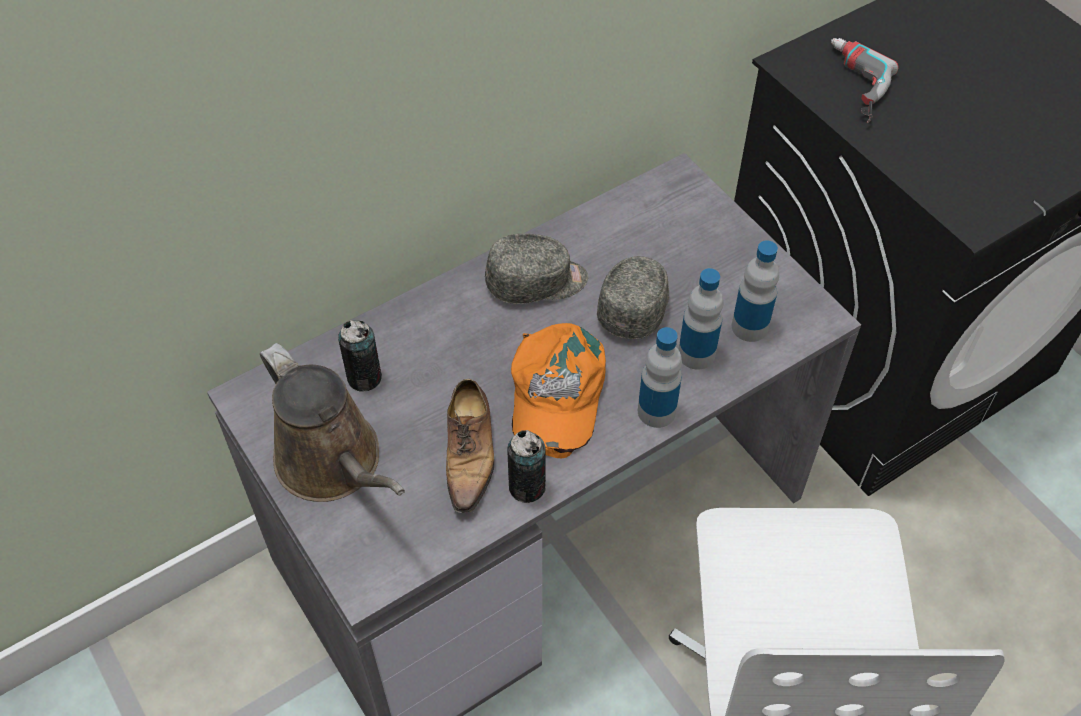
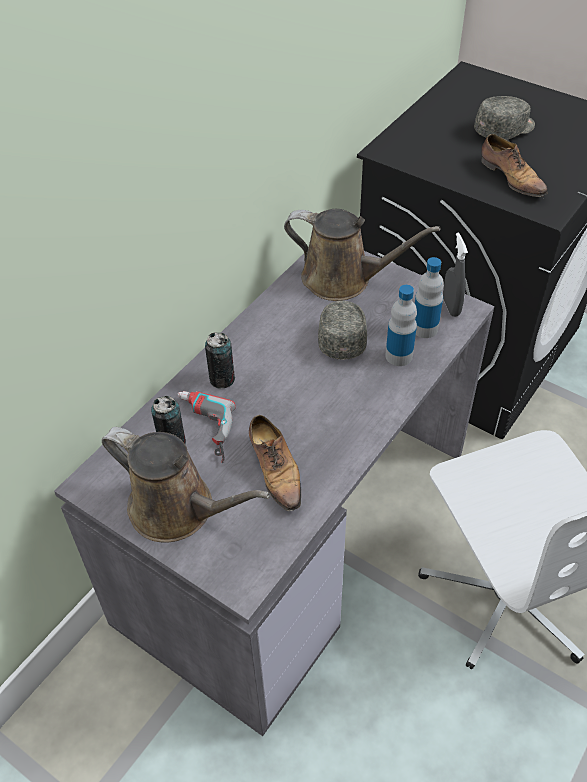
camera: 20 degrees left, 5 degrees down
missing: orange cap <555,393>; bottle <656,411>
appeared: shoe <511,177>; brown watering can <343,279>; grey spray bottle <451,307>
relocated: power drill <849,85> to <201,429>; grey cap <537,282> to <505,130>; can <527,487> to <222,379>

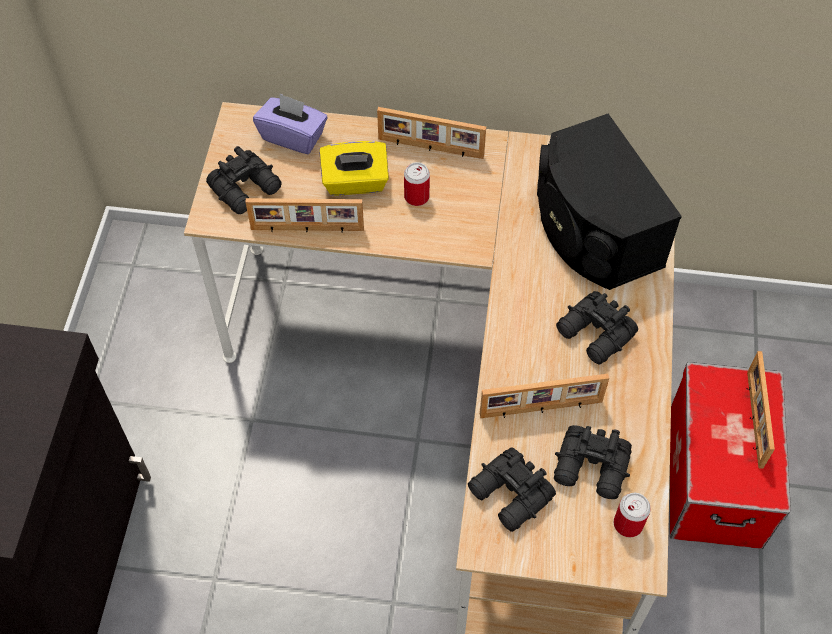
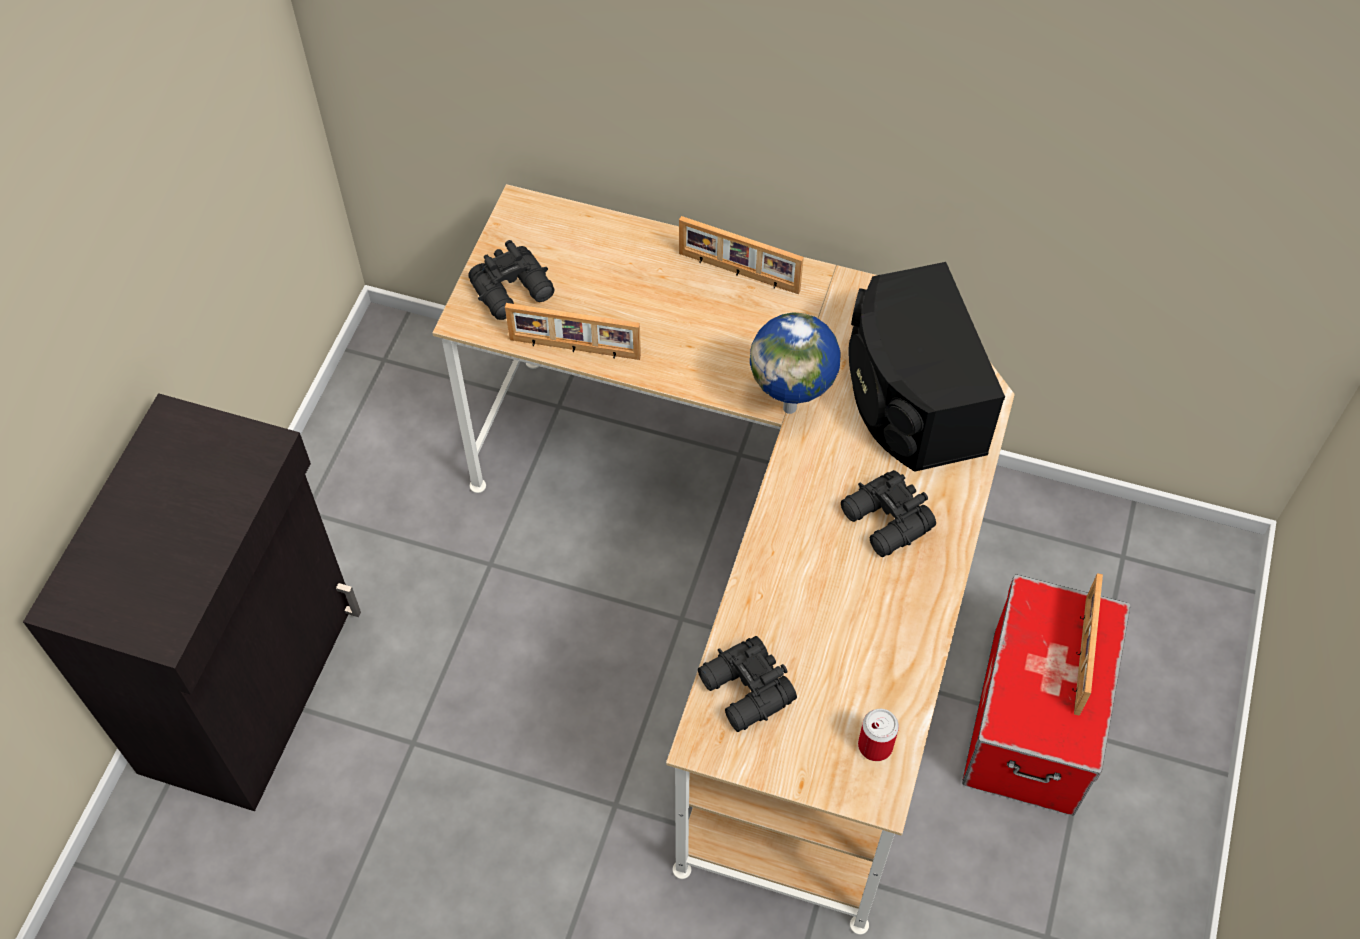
camera: 10 degrees right, 0 degrees up
missing: purple tissue box <293,136>; yellow tissue box <355,182>; can <416,197>; picture frame <541,409>; black binoculars <592,469>
appeared: globe <791,407>

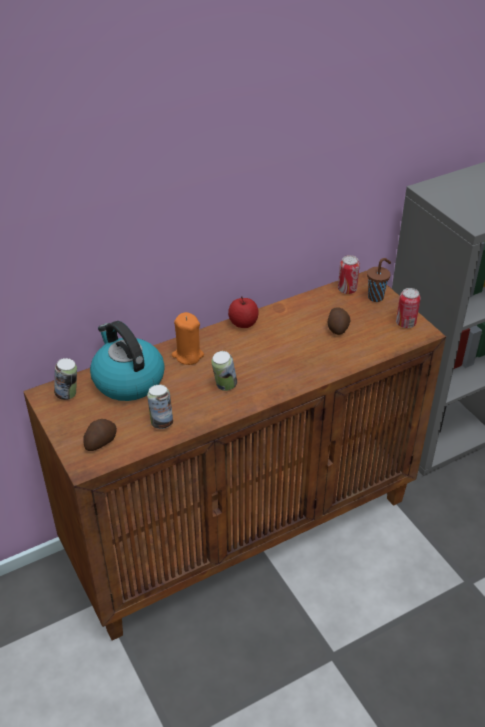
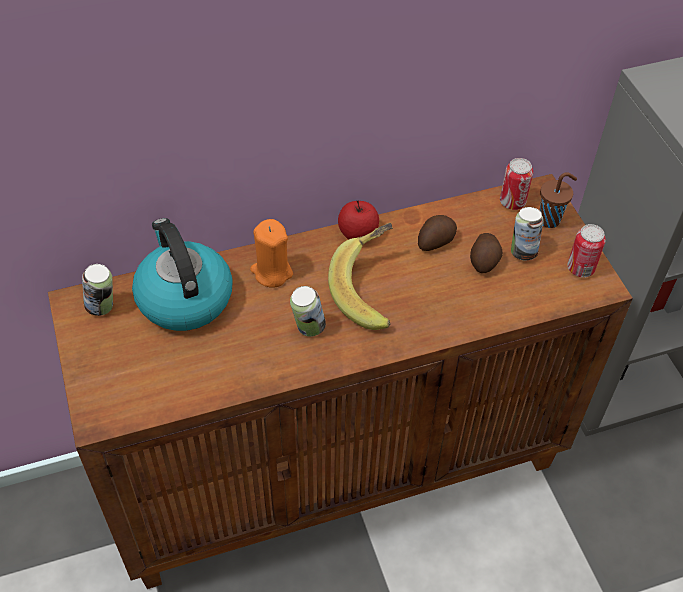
camera: 10 degrees right, 10 degrees up
appeared: banana <372,290>
relocated: can <161,422> to <522,252>; potato <100,441> to <435,241>

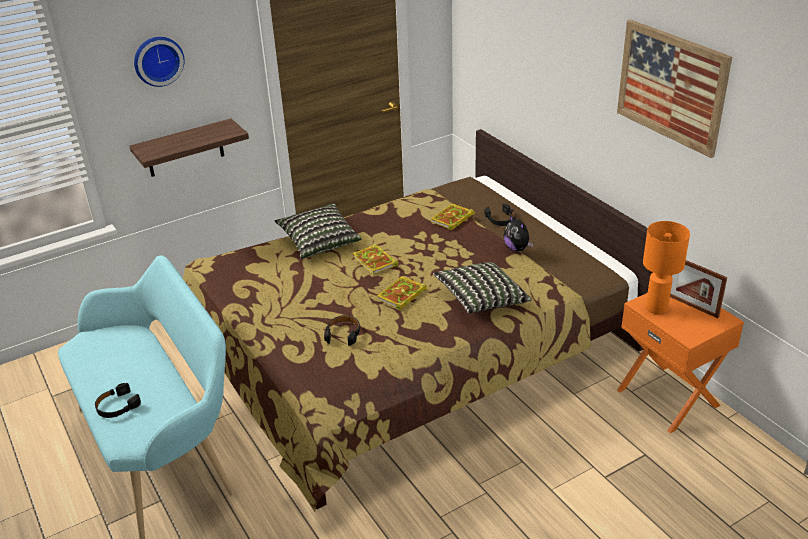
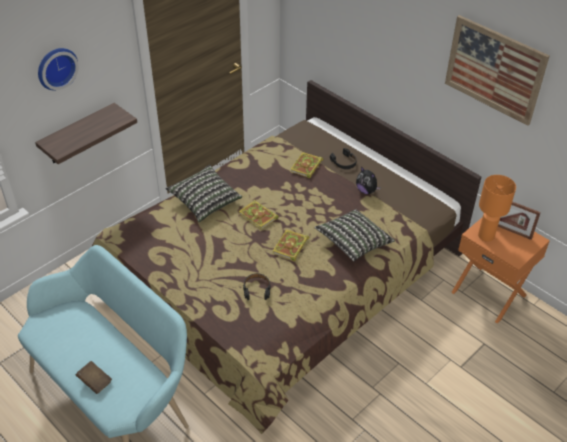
camera: 15 degrees left, 10 degrees up
exchanged: black headphones <117,406> to brown book <95,382>

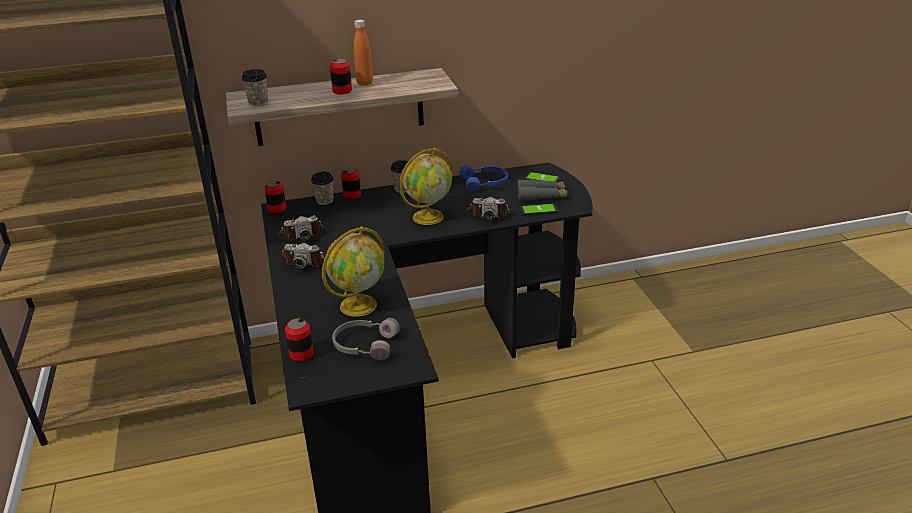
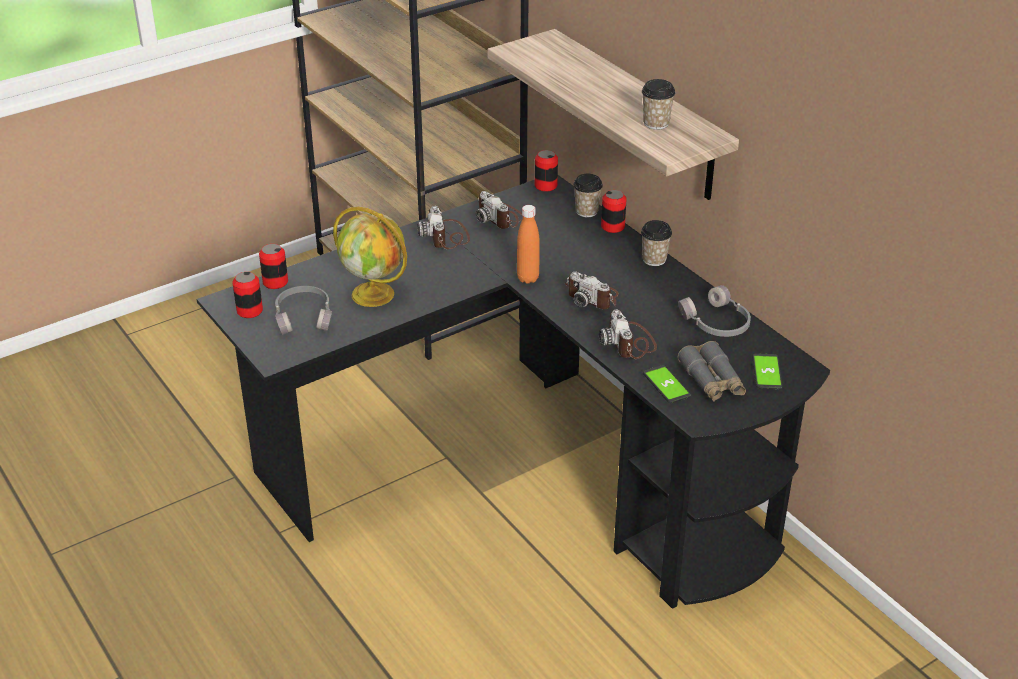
camera: 70 degrees right, 5 degrees up
relocated: orange bottle <365,83> to <528,278>; can <342,91> to <249,311>; cup <258,102> to <656,123>
exchanged: globe <428,216> to photo camera <592,297>
colour: blue headphones <485,183> to grey headphones <716,323>

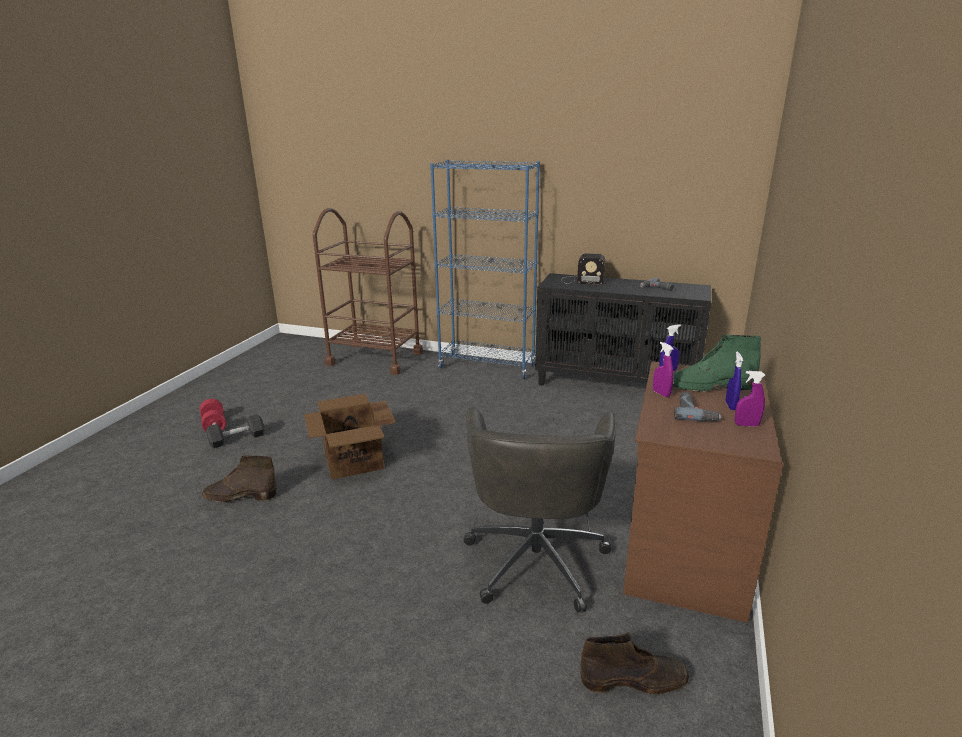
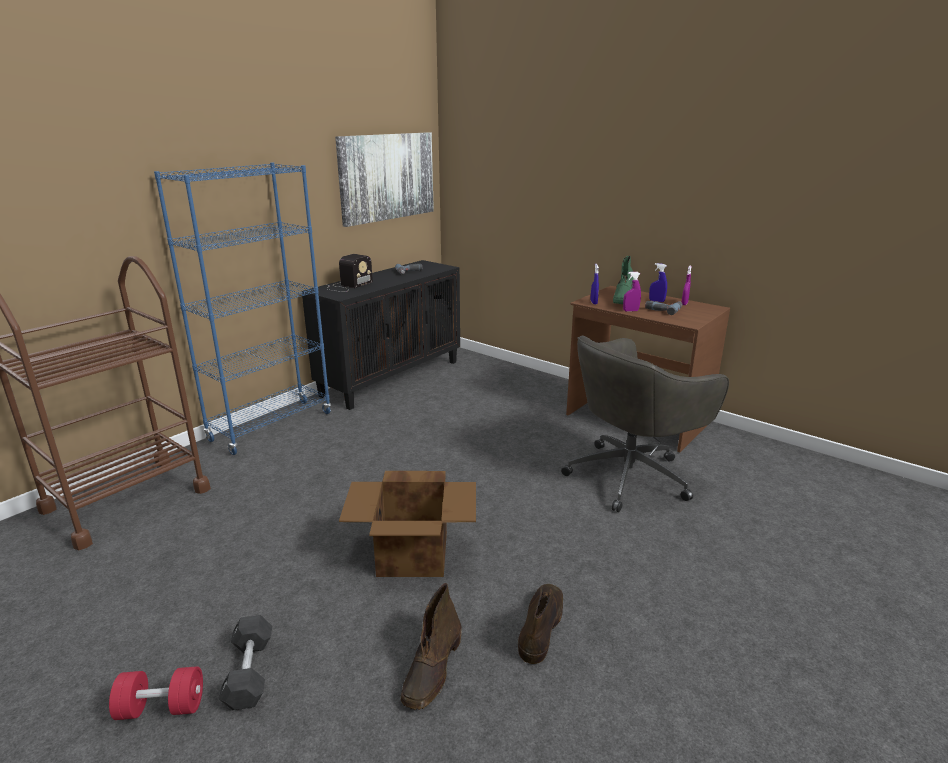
camera: 70 degrees left, 0 degrees up
appeared: picture <387,177>
relocated: brown boot <634,680> to <541,626>
spun: grey office chair <536,557> = <631,475> 120 degrees clockwise

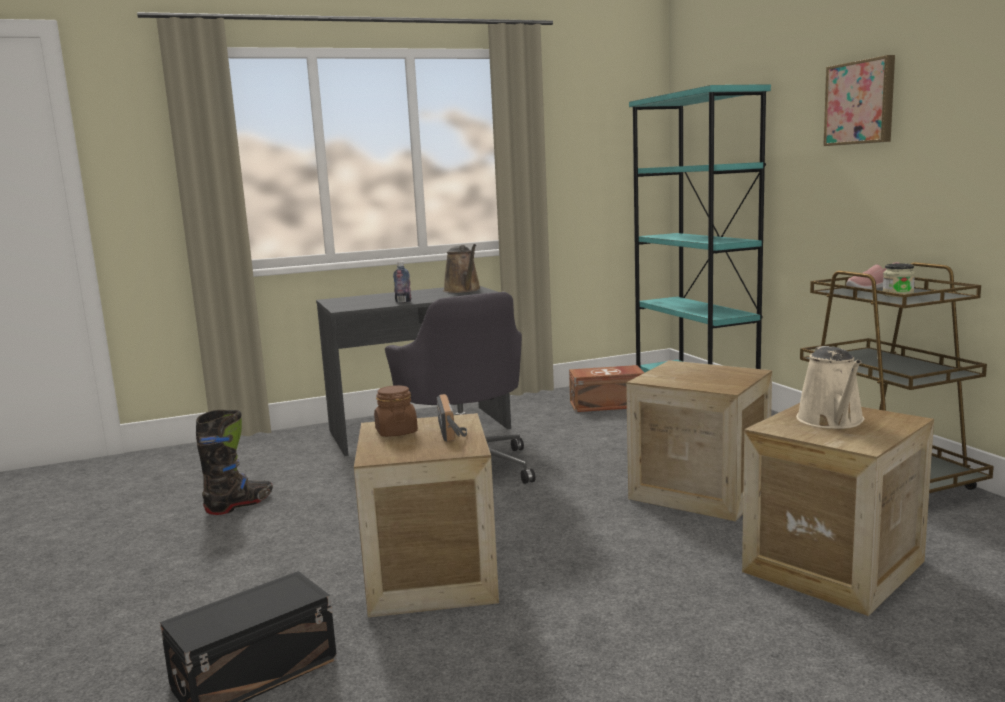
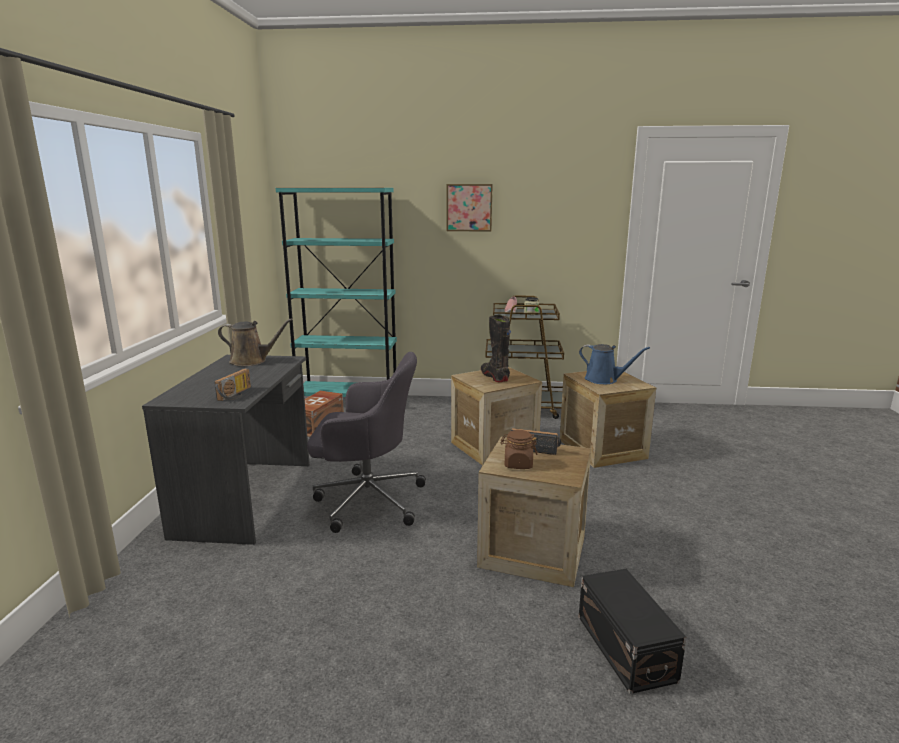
camera: 65 degrees left, 5 degrees up
missing: bottle <403,301>
appeared: radio <236,394>
relocated: black boot <240,504> to <495,377>
colour: beige watering can <832,421> to blue watering can <604,380>

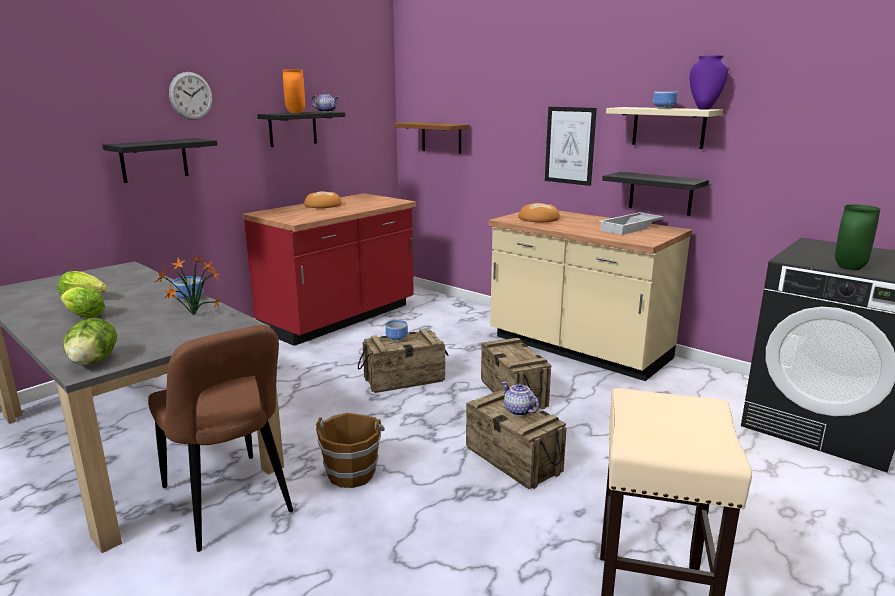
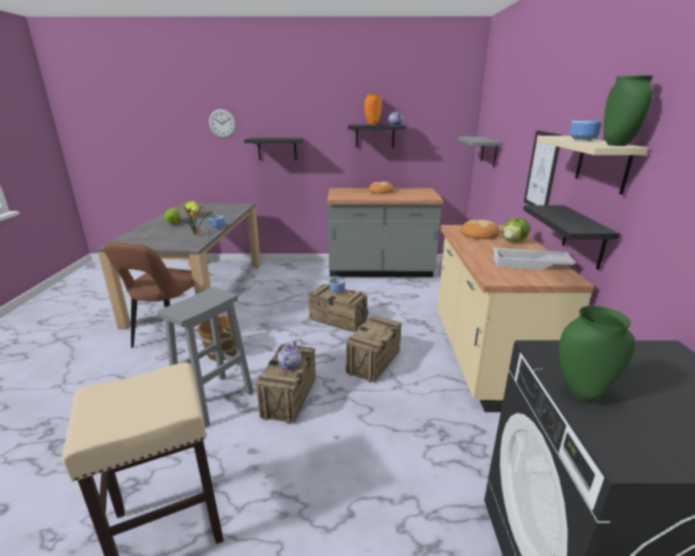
camera: 50 degrees right, 5 degrees up
appeared: grey stool <215,399>
relocated: wall clock <191,96> to <222,123>; lettuce <93,362> to <513,241>
colour: purple vase <704,109> to green vase <616,145>; brown shelf <441,137> to grey shelf <489,151>; red counter <340,318> to grey counter <380,270>

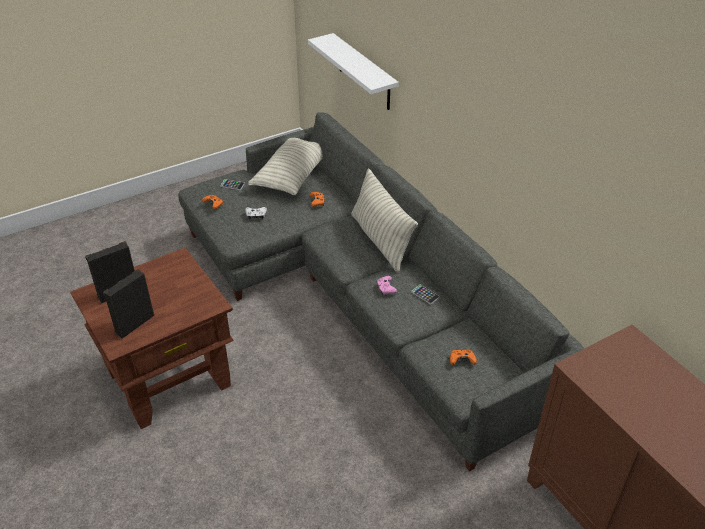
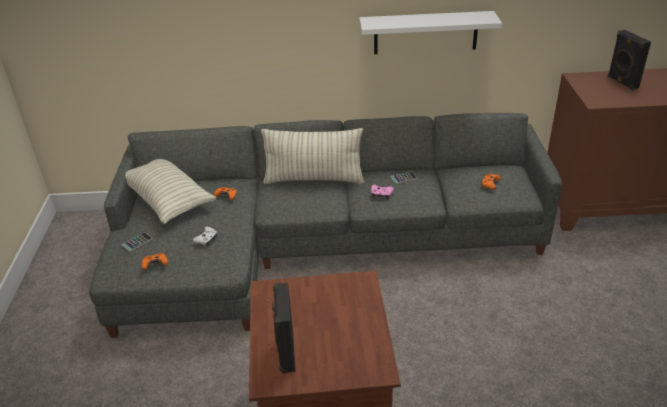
camera: 60 degrees left, 5 degrees down
relocated: white shelf <364,72> to <425,32>; black speaker <134,324> to <621,82>

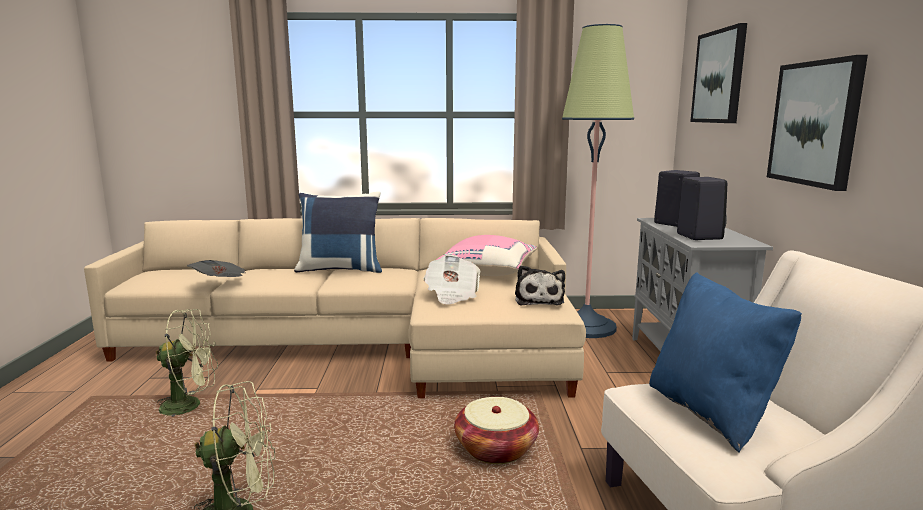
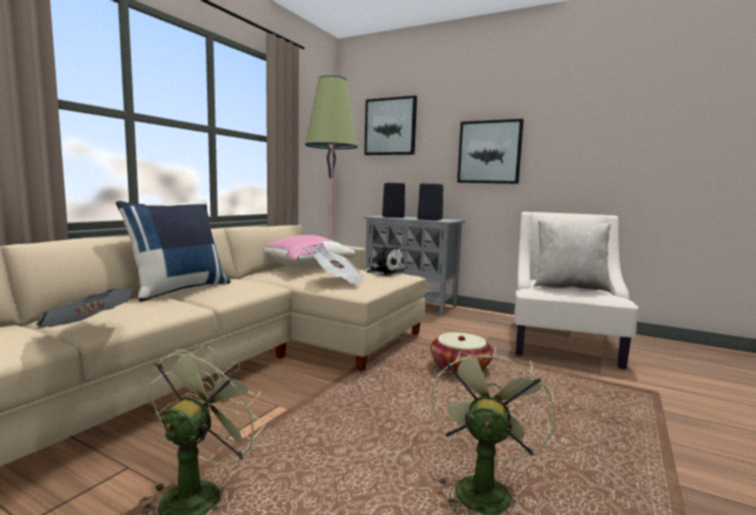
camera: 60 degrees left, 5 degrees down
colour: blue pillow <711,412> to beige pillow <569,287>

